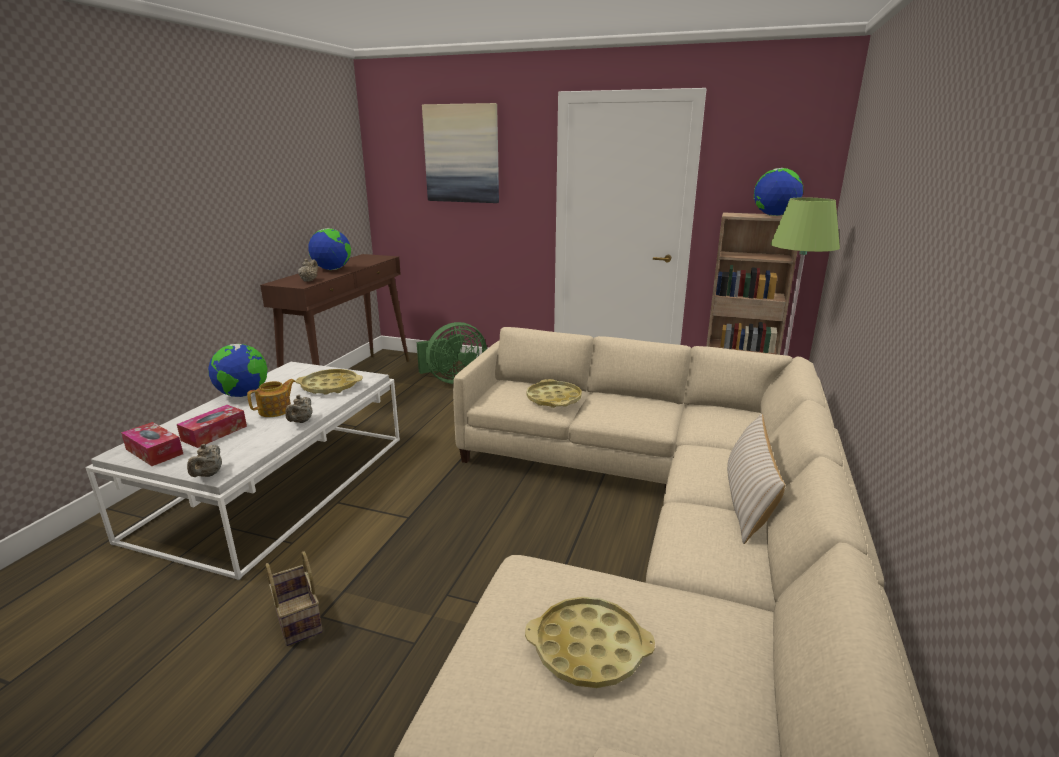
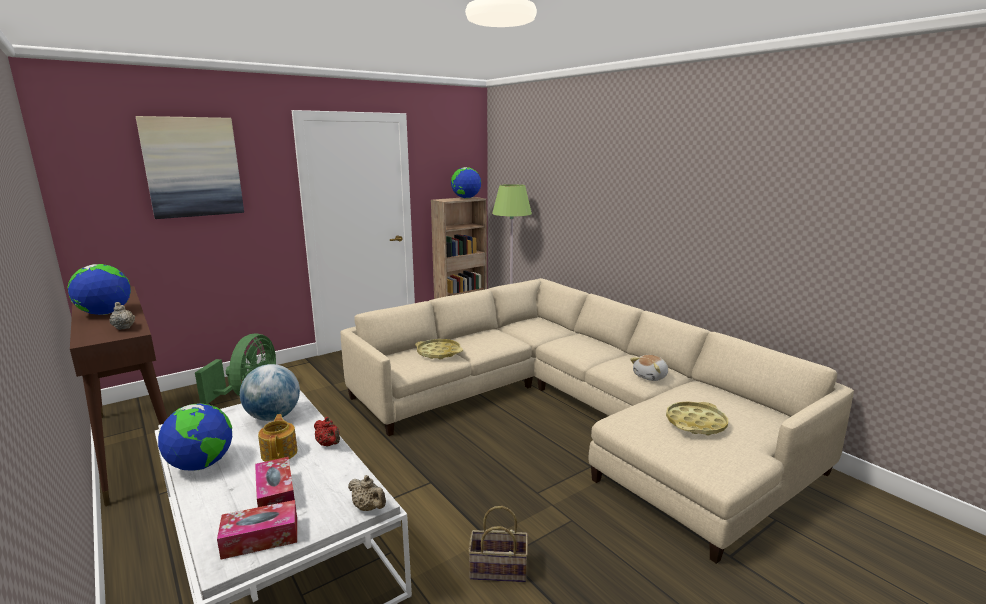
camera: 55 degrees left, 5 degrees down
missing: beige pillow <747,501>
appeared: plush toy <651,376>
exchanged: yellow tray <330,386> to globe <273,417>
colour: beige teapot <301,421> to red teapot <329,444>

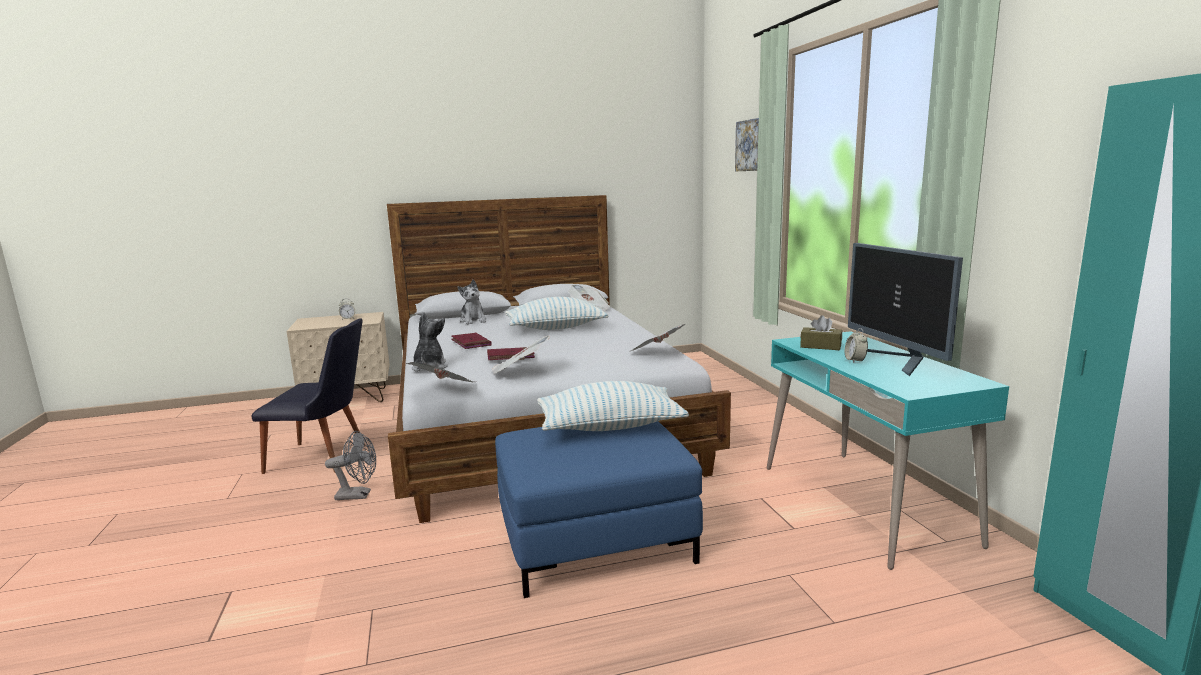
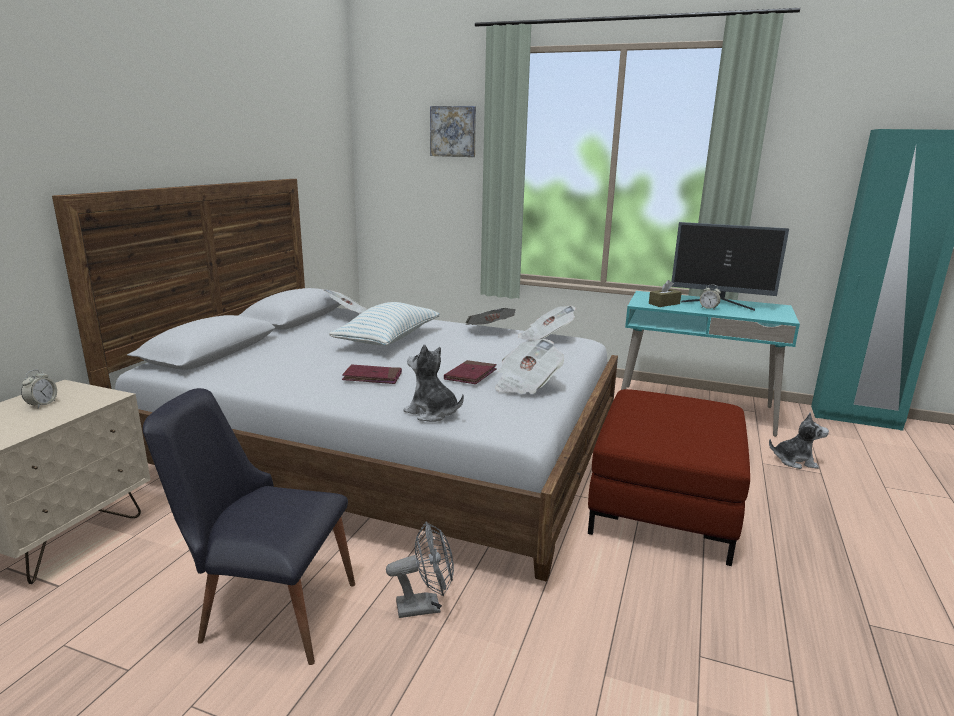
camera: 55 degrees left, 5 degrees up
missing: pillow <610,427>
relocated: plush toy <473,320> to <794,461>; newspaper <445,390> to <489,331>
colour: blue ottoman <596,539> to red ottoman <662,505>
spun: black chair <325,458> = <266,608> 120 degrees counterclockwise; grey fan <358,495> = <425,606> 45 degrees clockwise

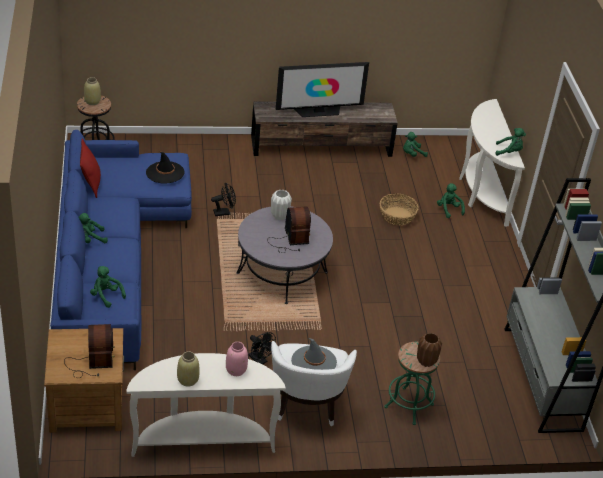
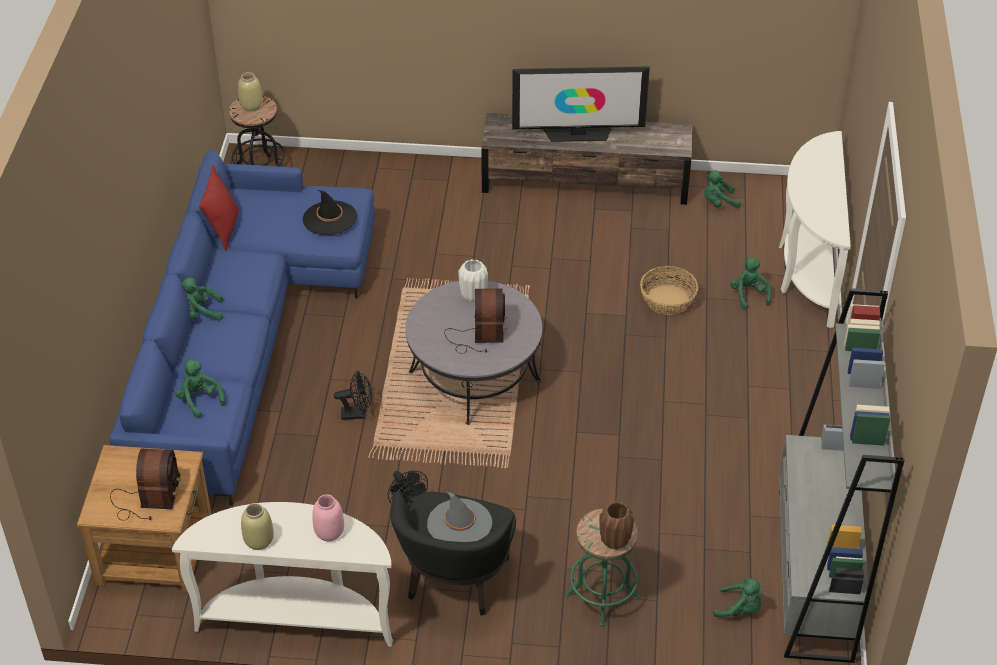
camera: 15 degrees right, 5 degrees up
relocated: green plush toy <509,152> to <740,609>; black fan <224,212> to <357,413>
colour: white armchair <306,405> to black armchair <455,581>

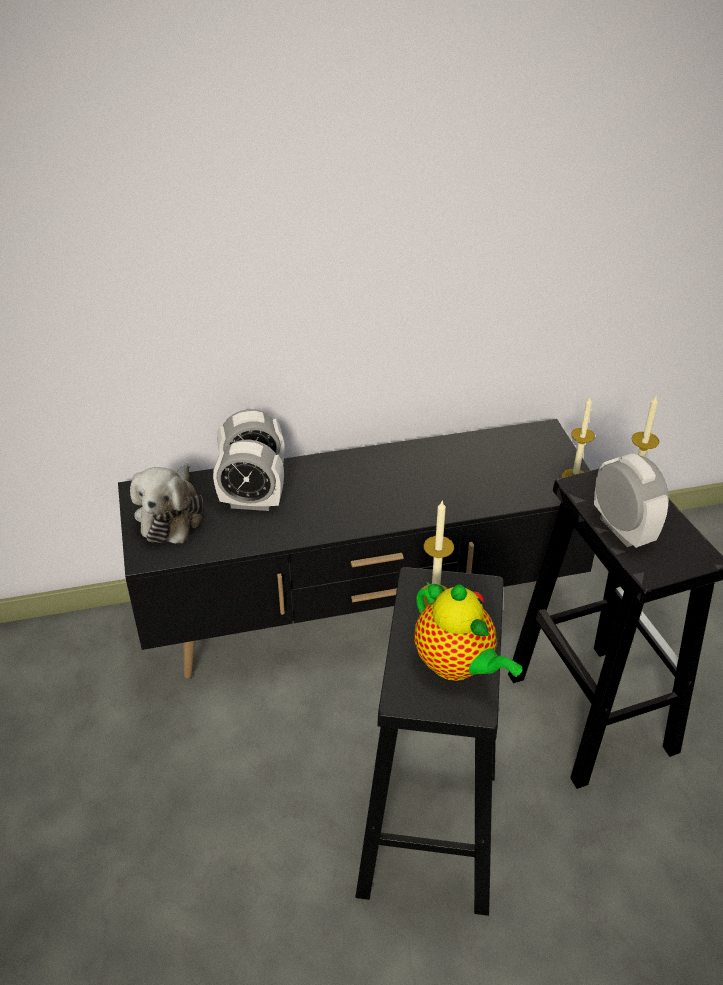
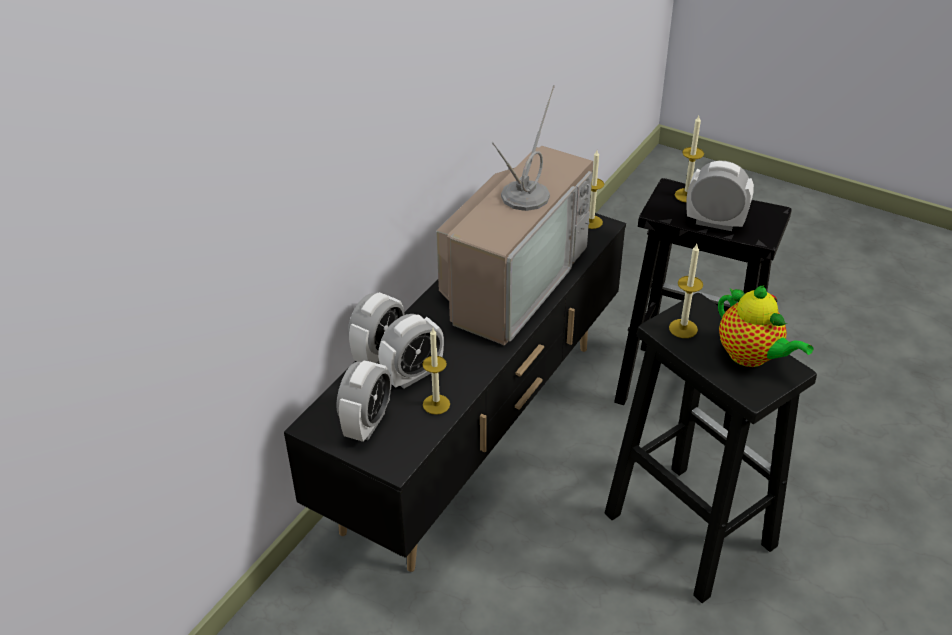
camera: 45 degrees left, 0 degrees up
appeared: television <511,280>; candle <436,404>
exchanged: plush toy <171,515> to alarm clock <367,424>
spun: teapot <457,665> = <751,357> 45 degrees clockwise

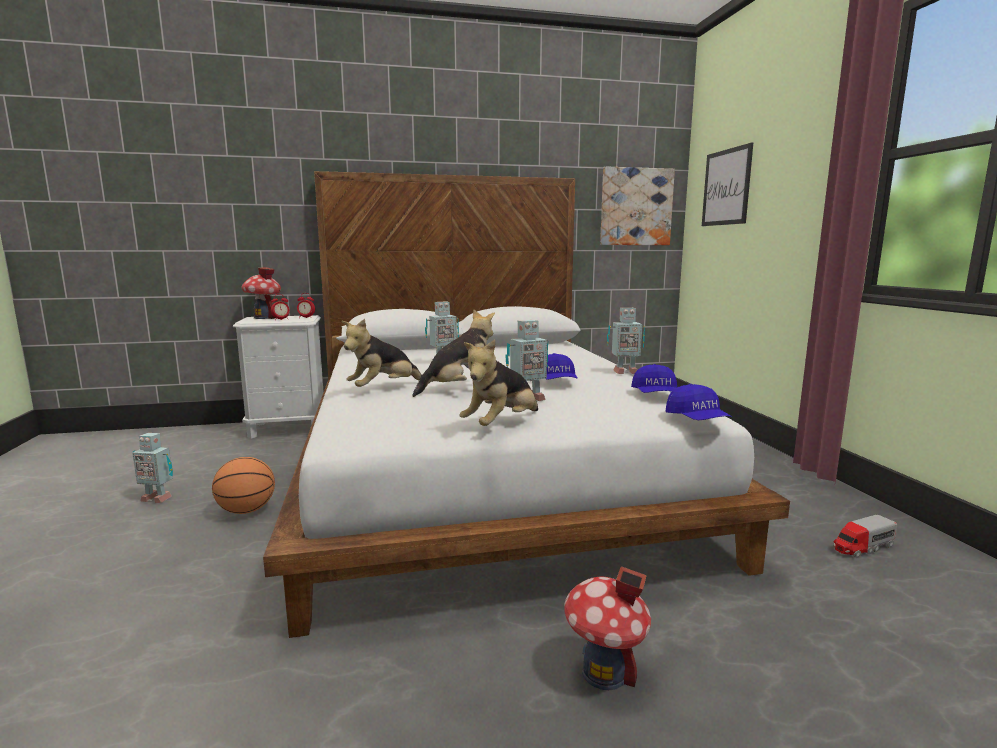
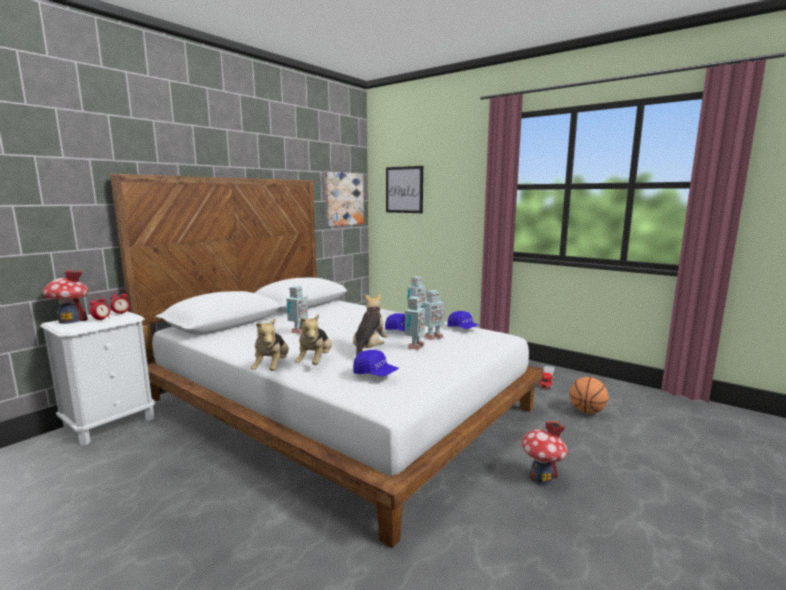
camera: 40 degrees left, 0 degrees up
relocated: plush toy <501,425> to <272,368>; blue cap <697,420> to <375,374>; toy robot <157,498> to <432,337>; basketball <247,511> to <586,411>

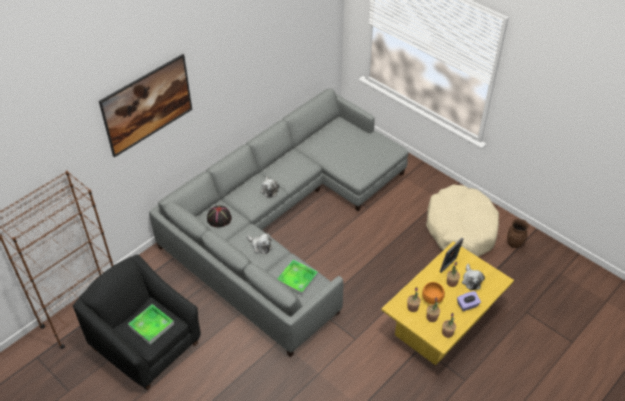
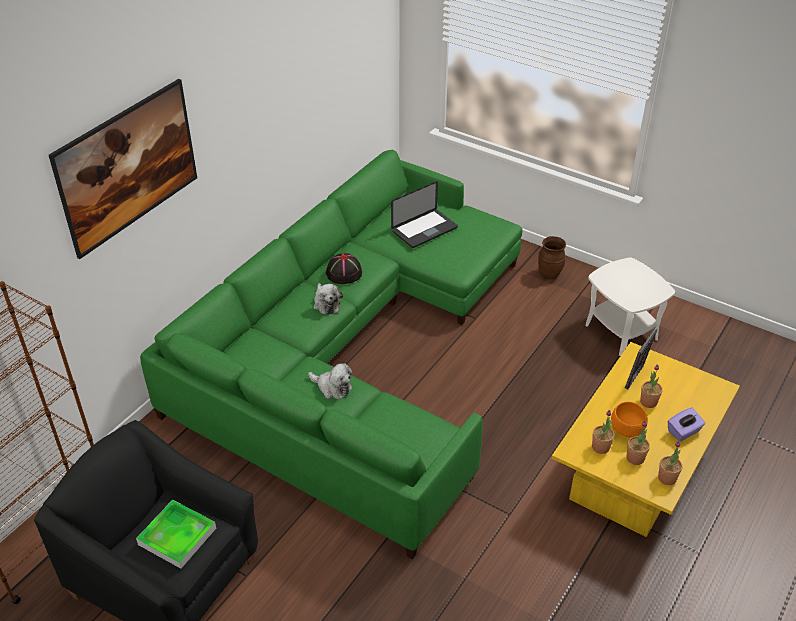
camera: 10 degrees left, 5 degrees down
missing: tray <297,279>; plush toy <471,280>
appeared: laptop <424,229>
relocated: black hat <219,218> to <343,273>; brown vase <514,243> to <549,274>
exchanged: beige dog bed <460,229> to white side table <621,331>
colour: grey sofa <284,221> to green sofa <352,353>

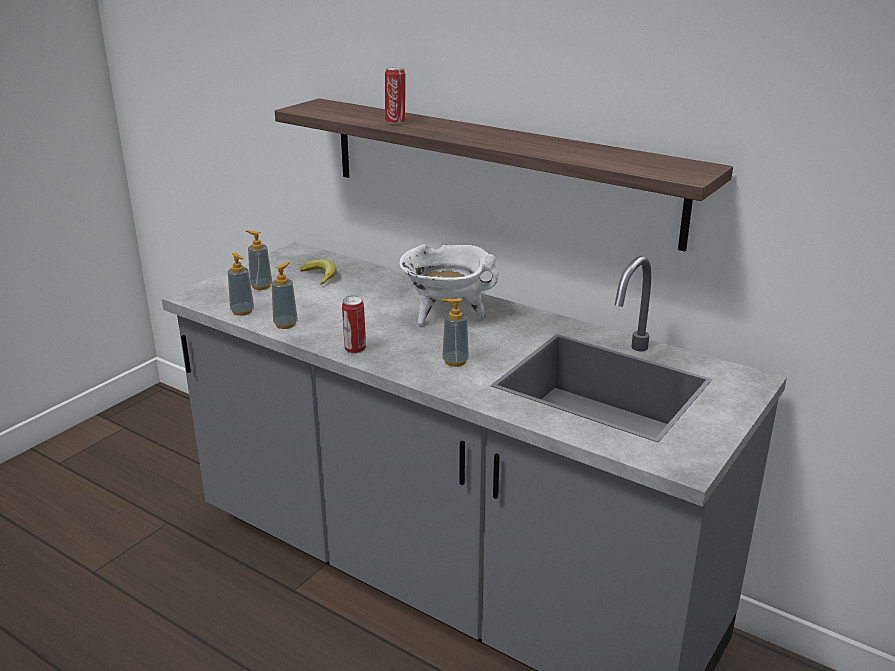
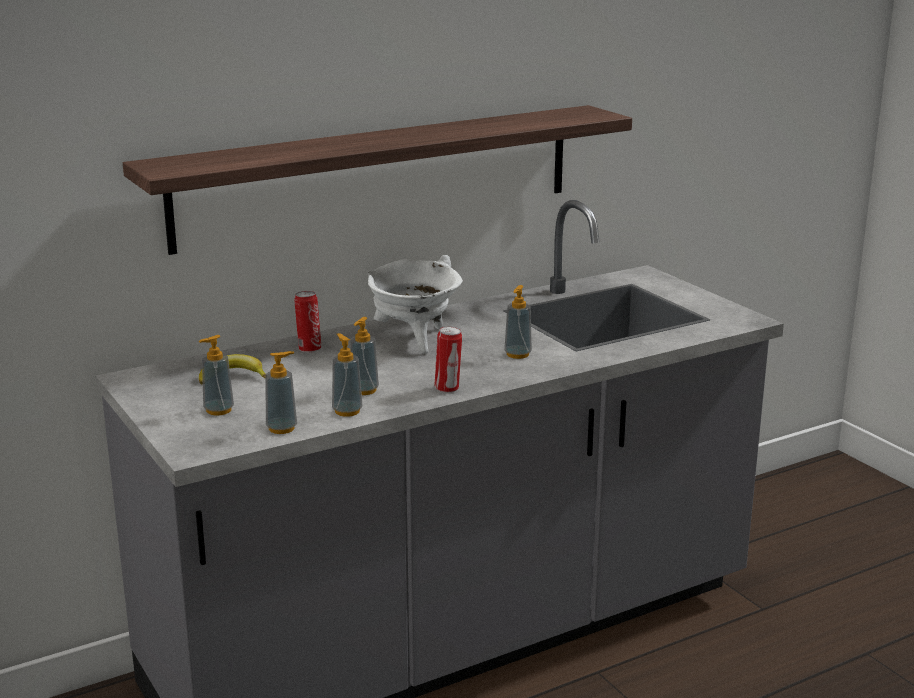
camera: 65 degrees left, 5 degrees down
appeared: soap dispenser <364,390>
relocated: can <395,122> to <309,349>

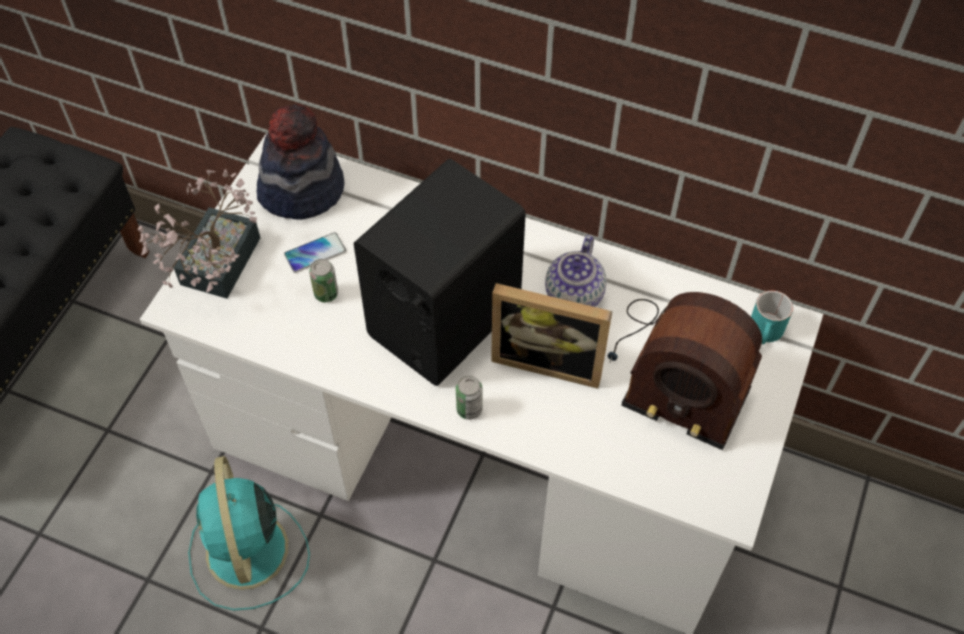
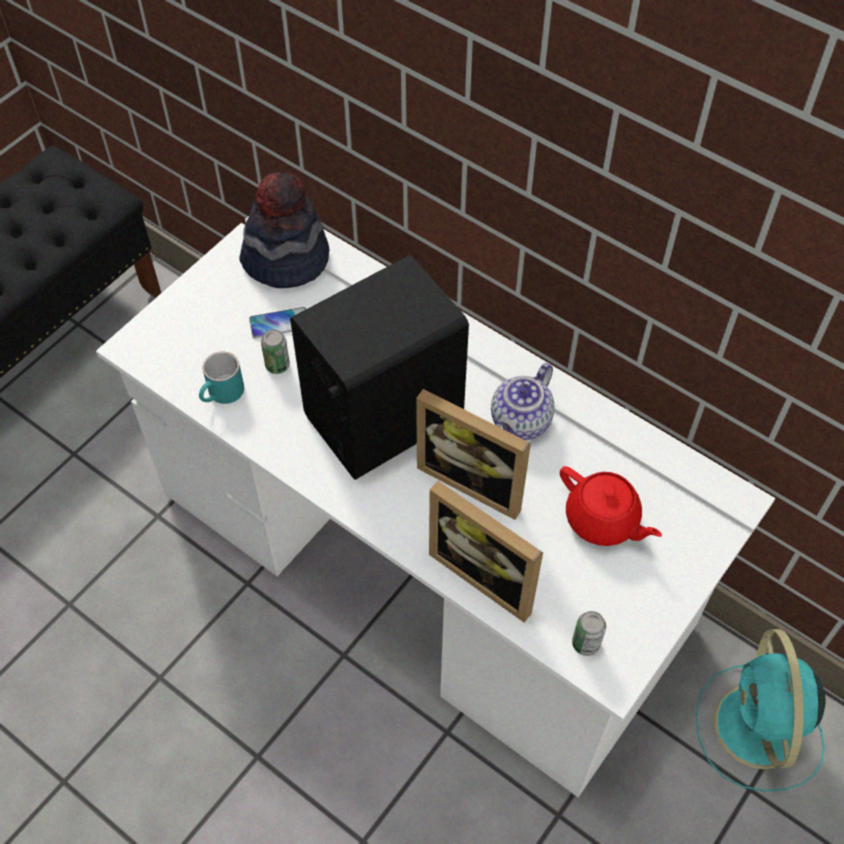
camera: 15 degrees right, 0 degrees up
missing: potted plant <214,269>
appeared: picture frame <488,573>
relocated: turquoise mug <765,334> to <222,395>; can <469,409> to <585,643>; turquoise fan <248,554> to <758,730>
exchanged: radio <678,370> to red teapot <603,520>

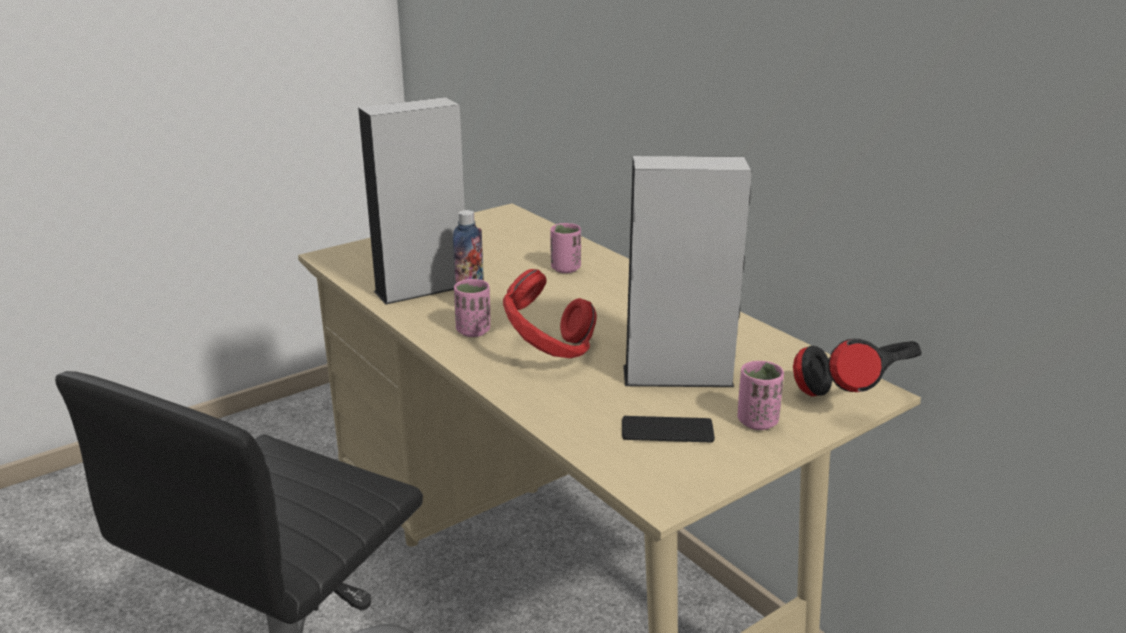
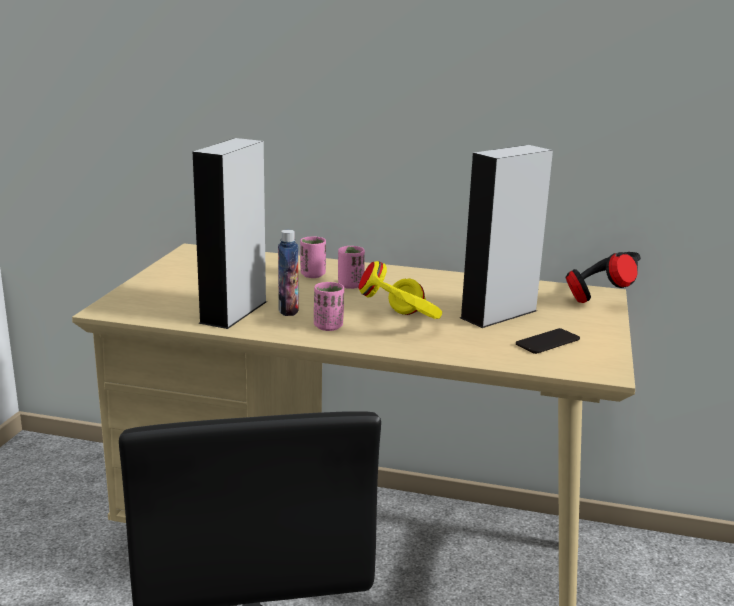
camera: 40 degrees left, 5 degrees down
relocated: pink cup <757,421> to <350,285>
colour: red headphones <548,352> to yellow headphones <402,324>

